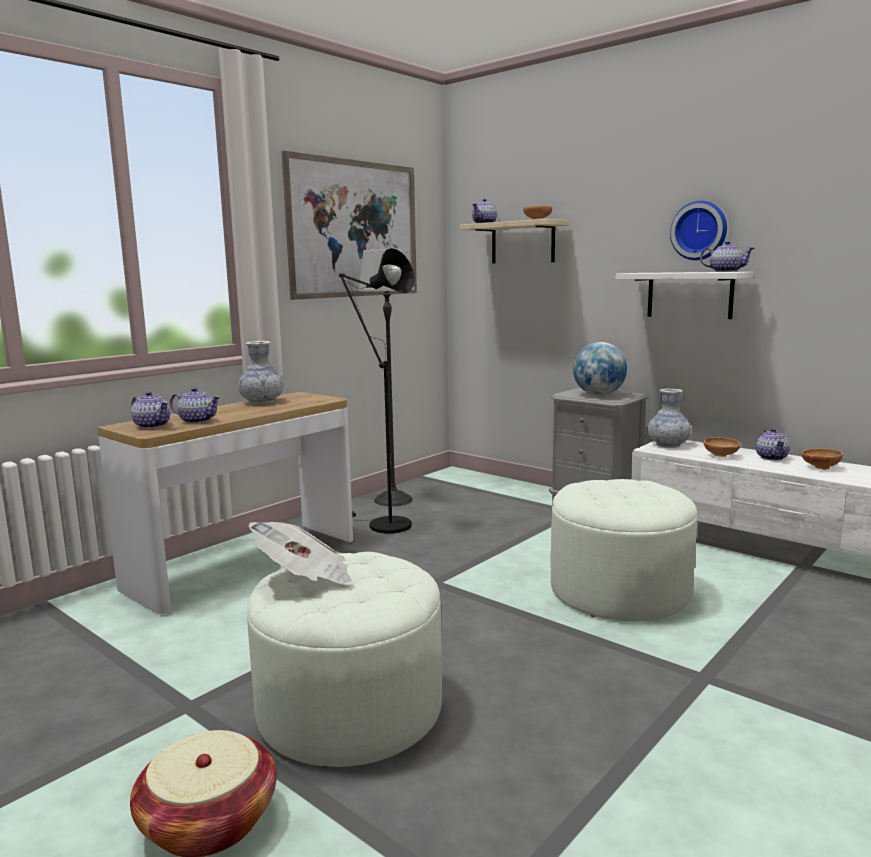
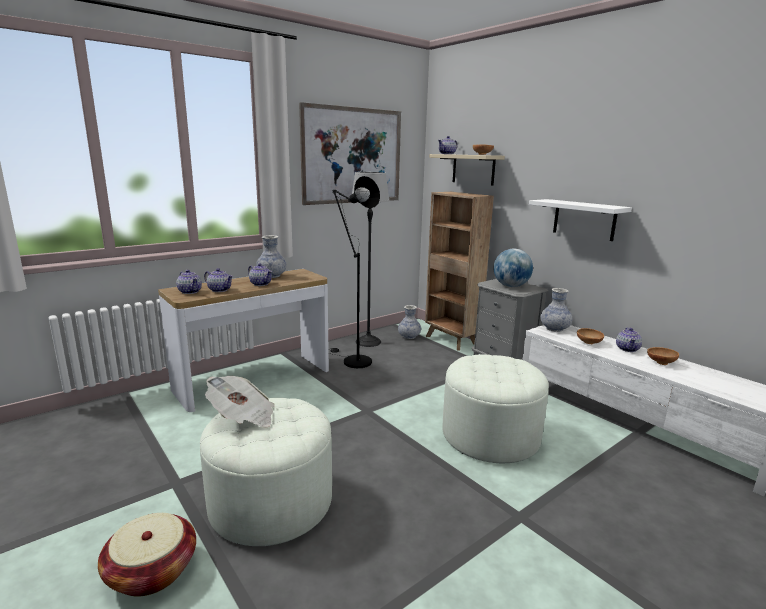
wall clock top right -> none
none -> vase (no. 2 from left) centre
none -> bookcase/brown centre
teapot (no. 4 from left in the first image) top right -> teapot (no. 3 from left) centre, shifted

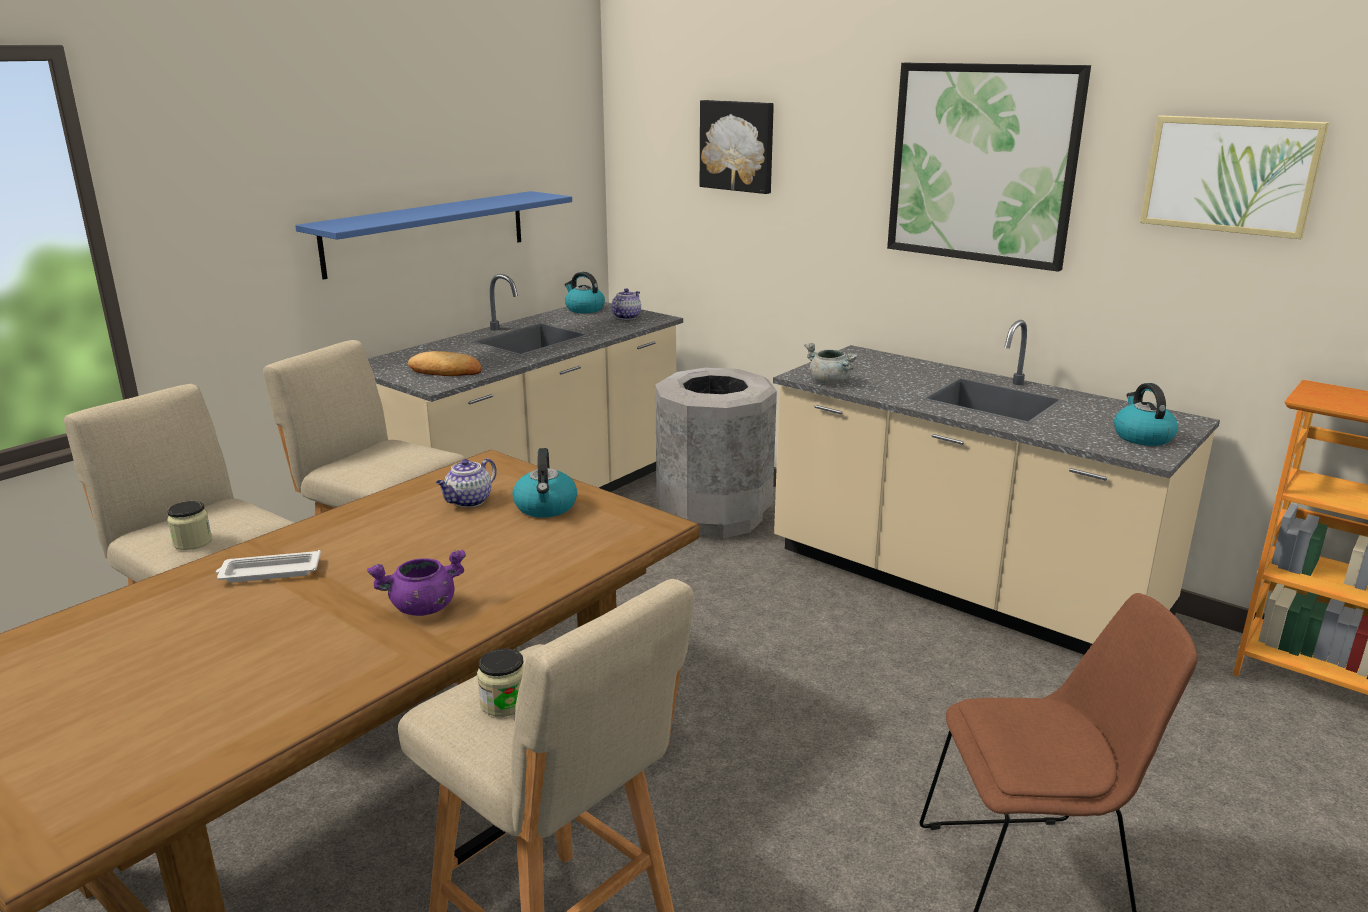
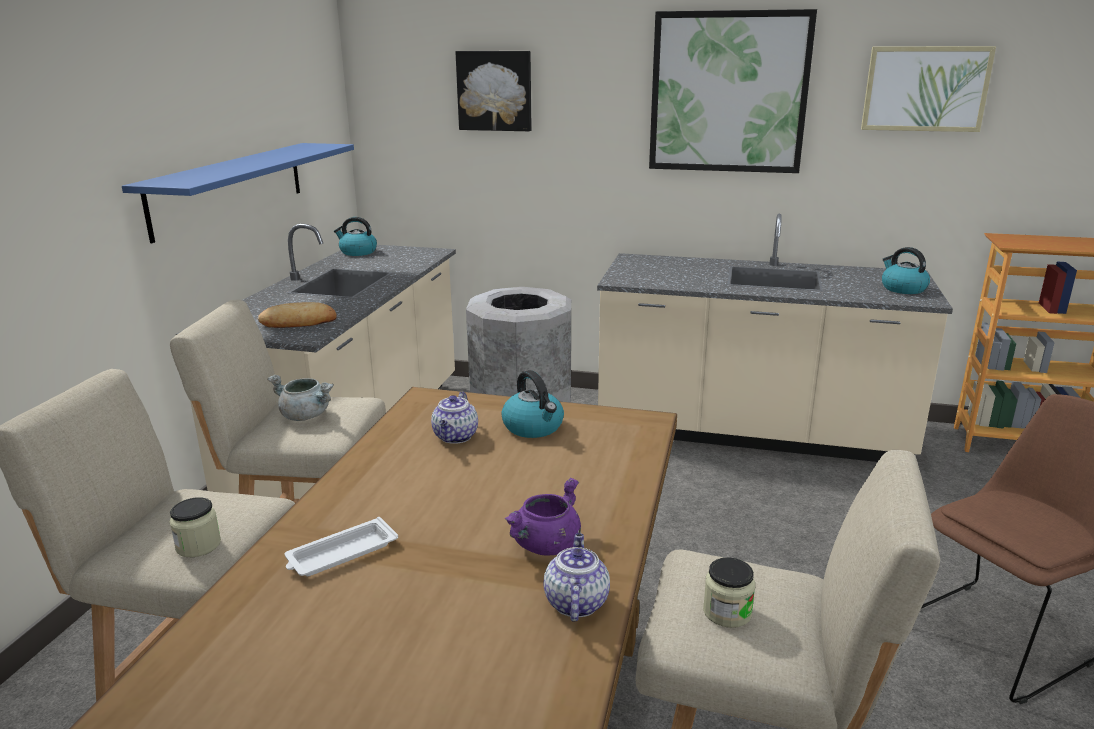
teapot (no. 2 from left) centre -> teapot (no. 2 from left) bottom centre, shifted
cooking pot/grey centre -> cooking pot/grey middle left, shifted

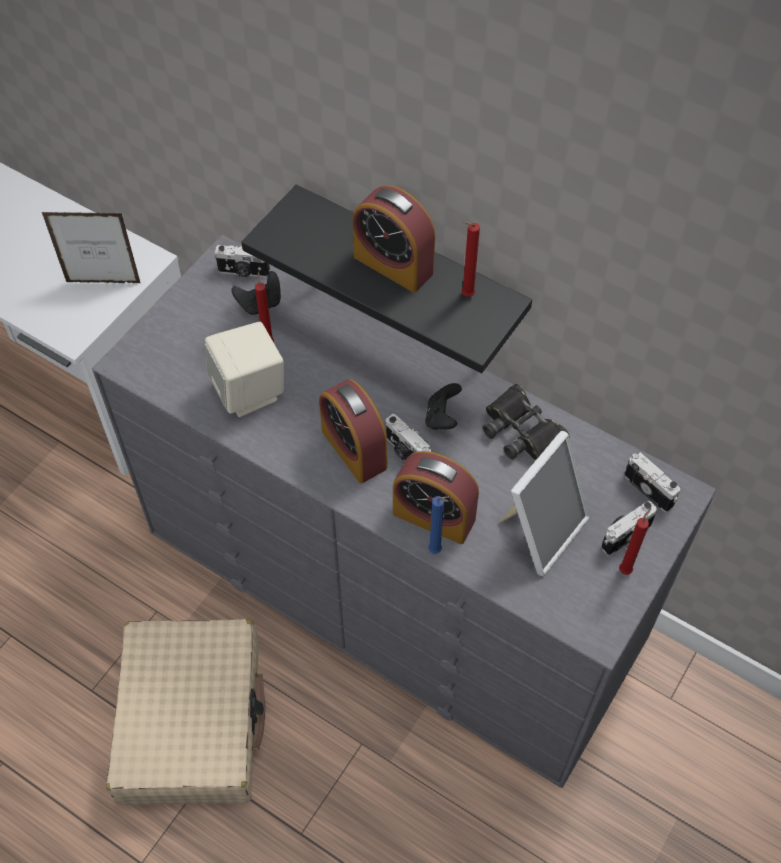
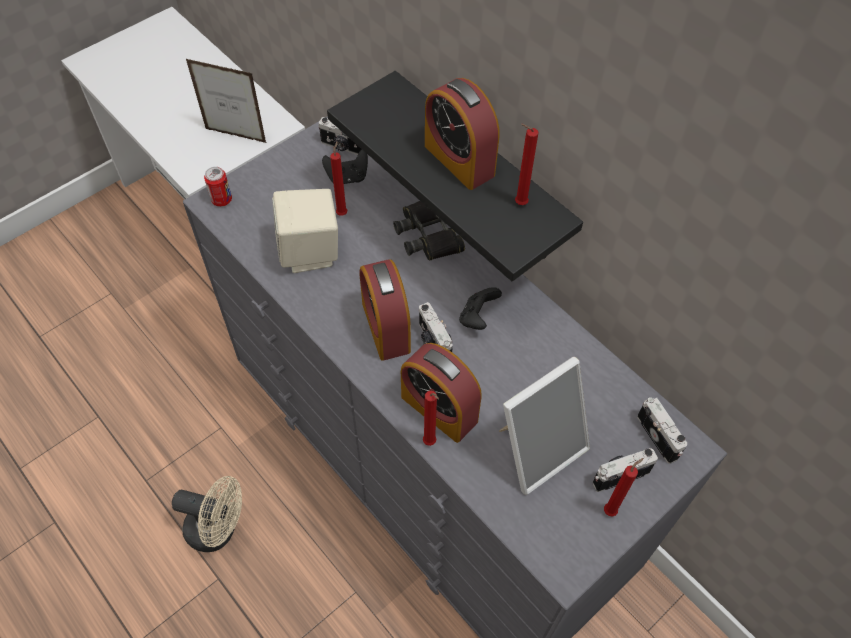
none -> can top left
binoculars/black middle right -> binoculars/black centre, shifted
suitcase/beige bottom left -> fan/beige bottom left
candle/blue centre -> candle/red (no. 2 from left) centre

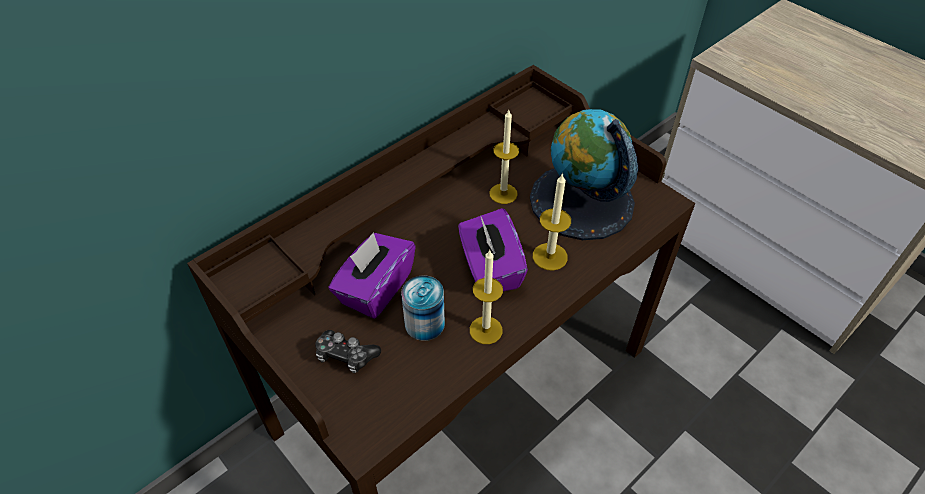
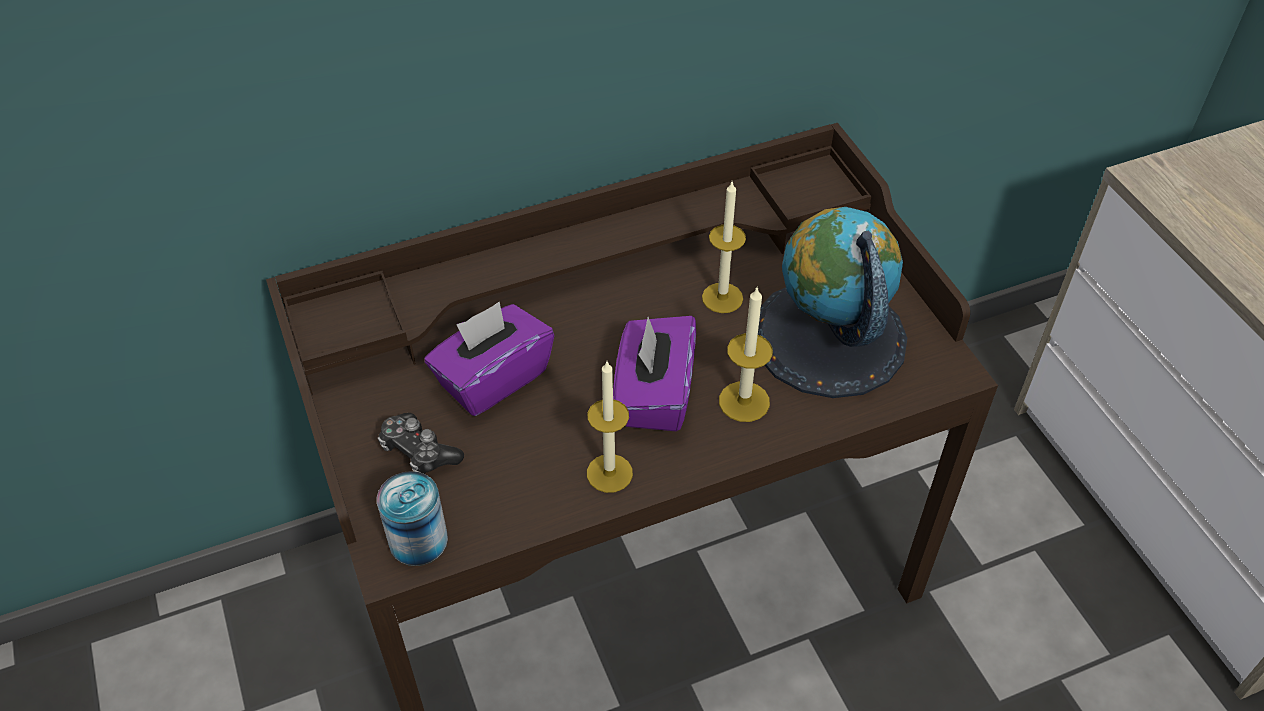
can centre -> can bottom left, shifted

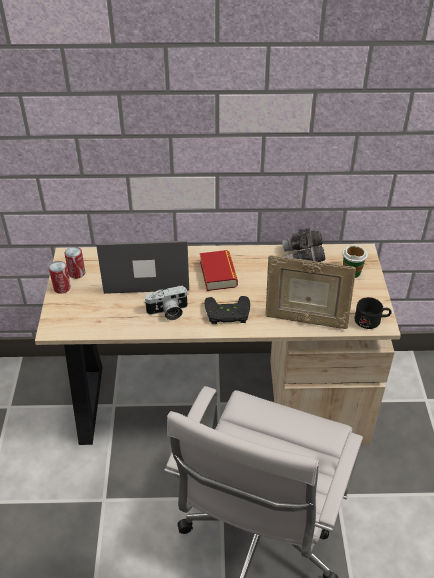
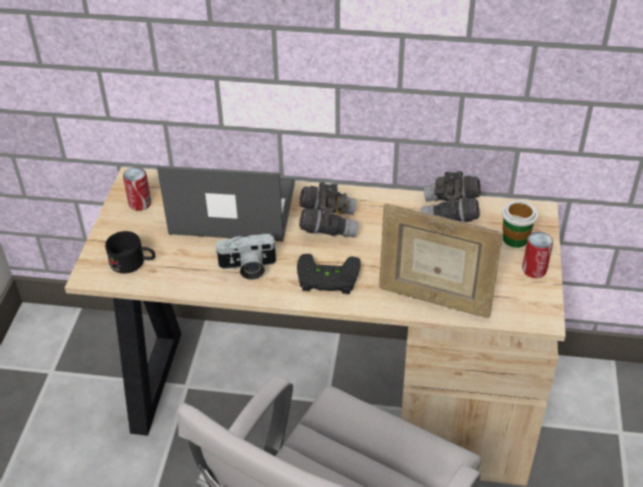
can (no. 1 from left in the first image) middle left -> can (no. 2 from left) middle right, shifted
mug/black middle right -> mug/black middle left, shifted
book centre -> binoculars/grey (no. 1 from left) centre

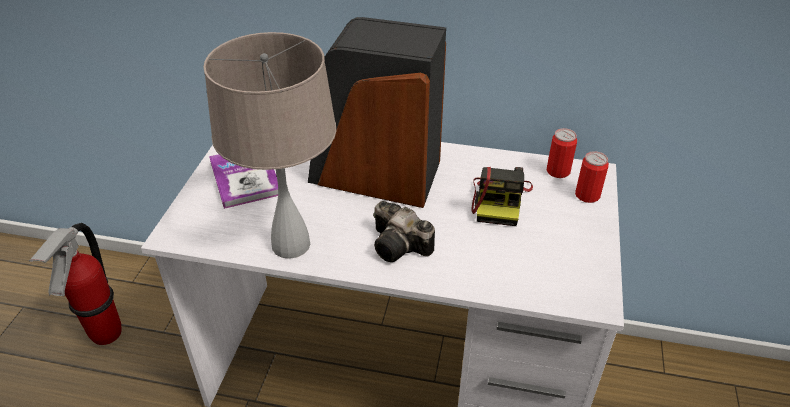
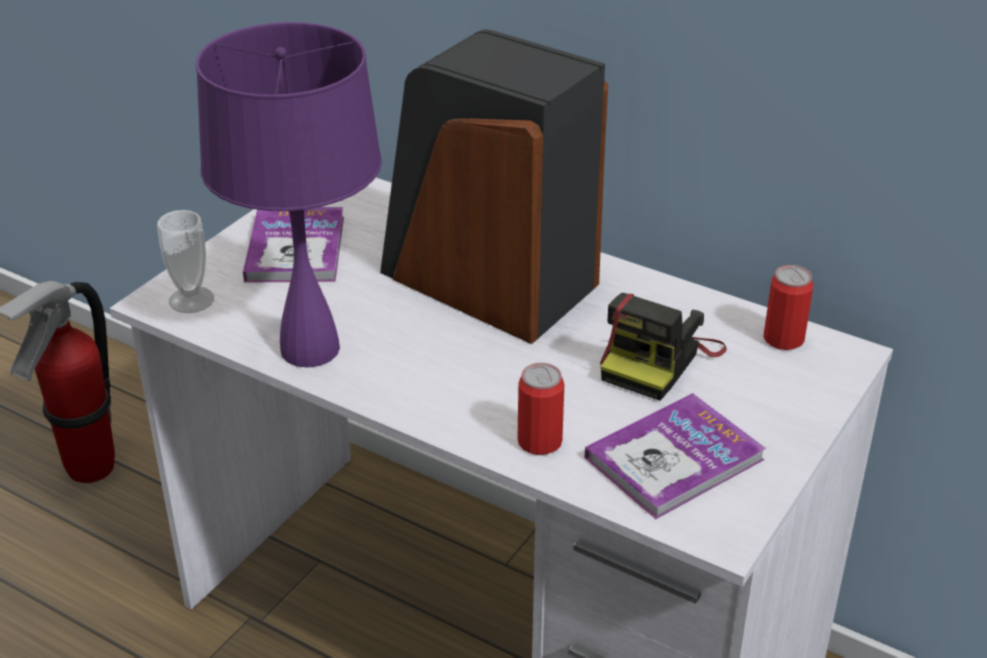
photo camera (no. 1 from left) centre -> none
none -> cup middle left
none -> book (no. 2 from left) bottom right
can (no. 2 from left in the first image) middle right -> can (no. 1 from left) centre, shifted
table lamp/beige centre -> table lamp/purple top left

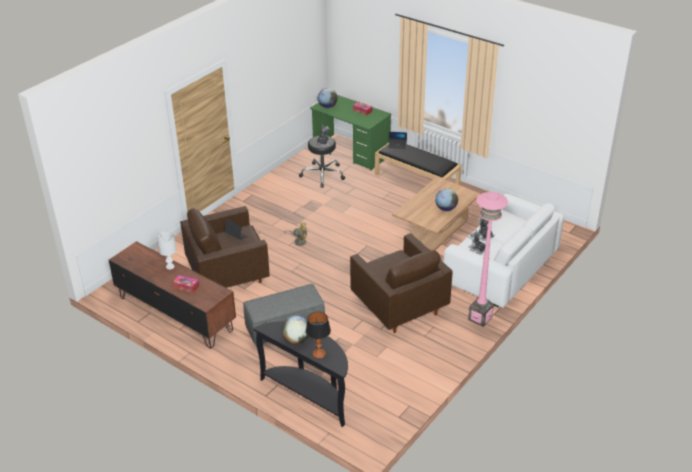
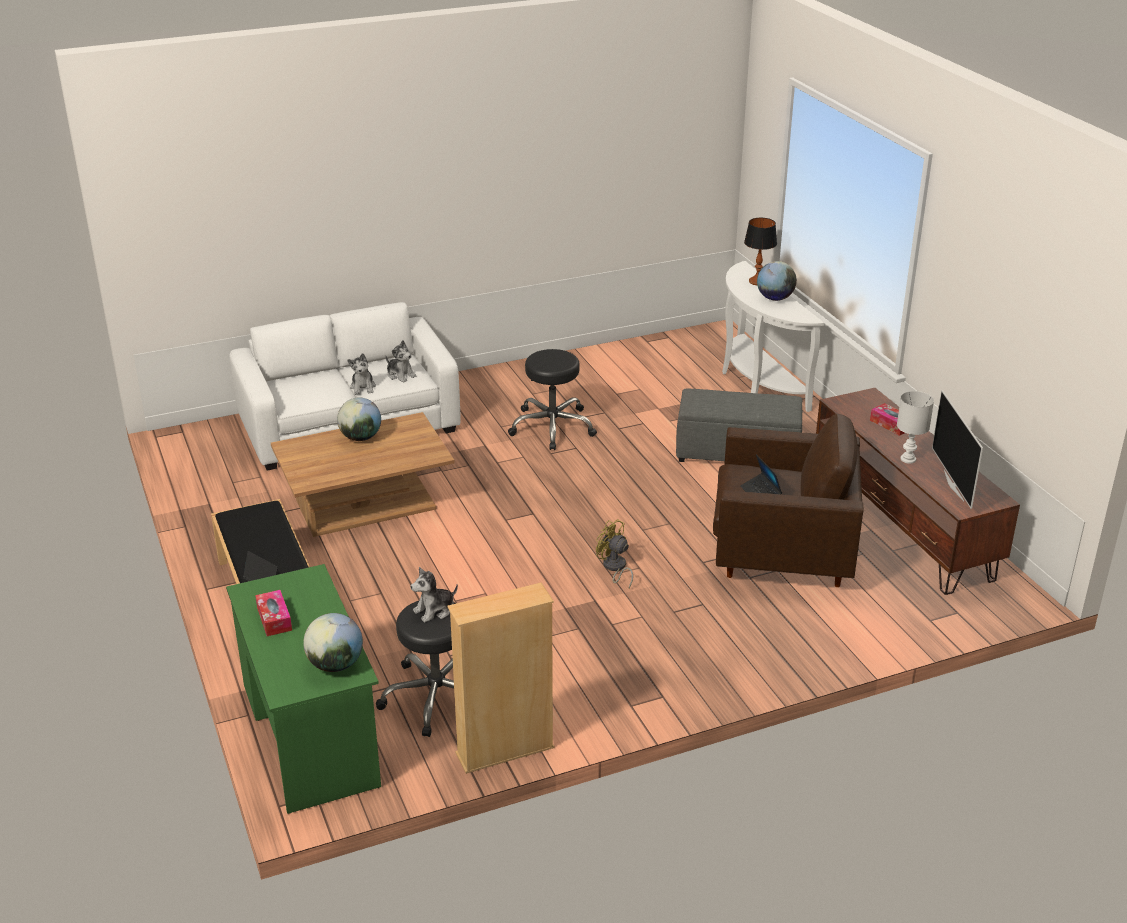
floor lamp/pink middle right -> none
none -> bookcase/beige bottom centre
none -> television middle right
armchair/brown (no. 2 from left) centre -> stool/black (no. 2 from left) centre
console table/black bottom centre -> console table/white middle right

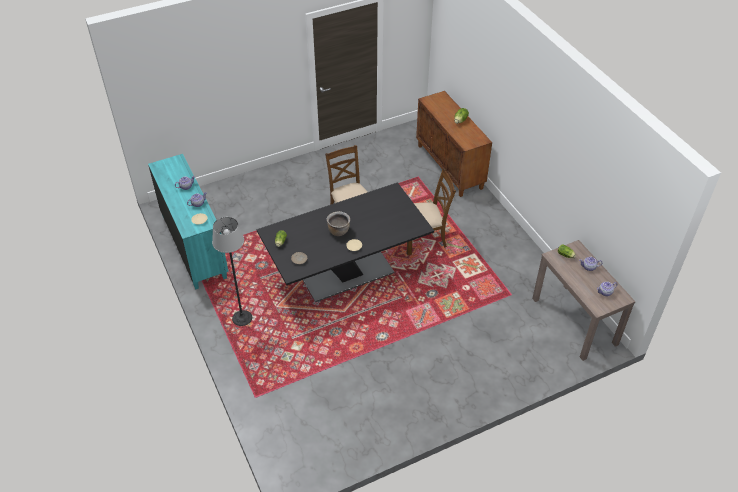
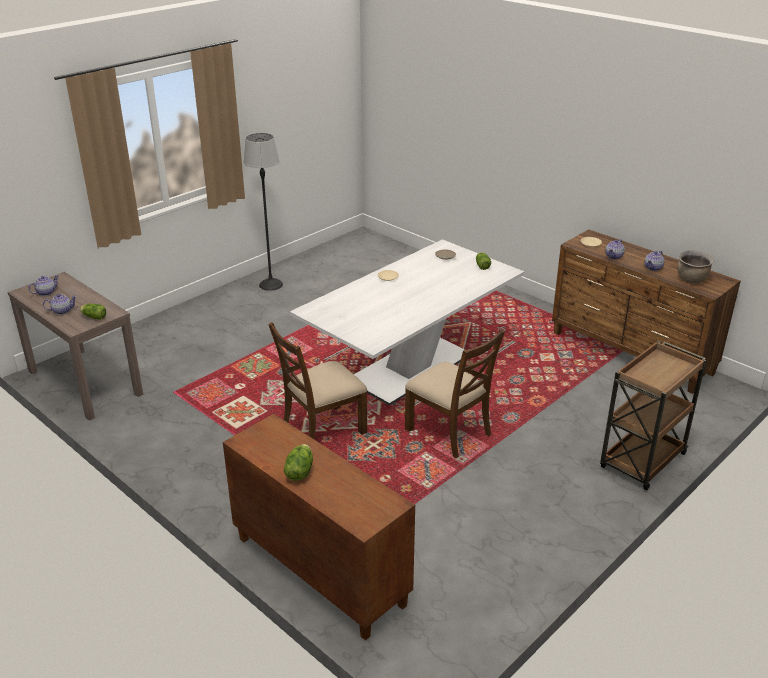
none -> cart/brown middle right
floor lamp middle left -> floor lamp top centre, shifted
cooking pot/brown centre -> cooking pot/brown middle right, shifted
dresser/turquoise middle left -> dresser/brown middle right
dining table/black centre -> dining table/white centre

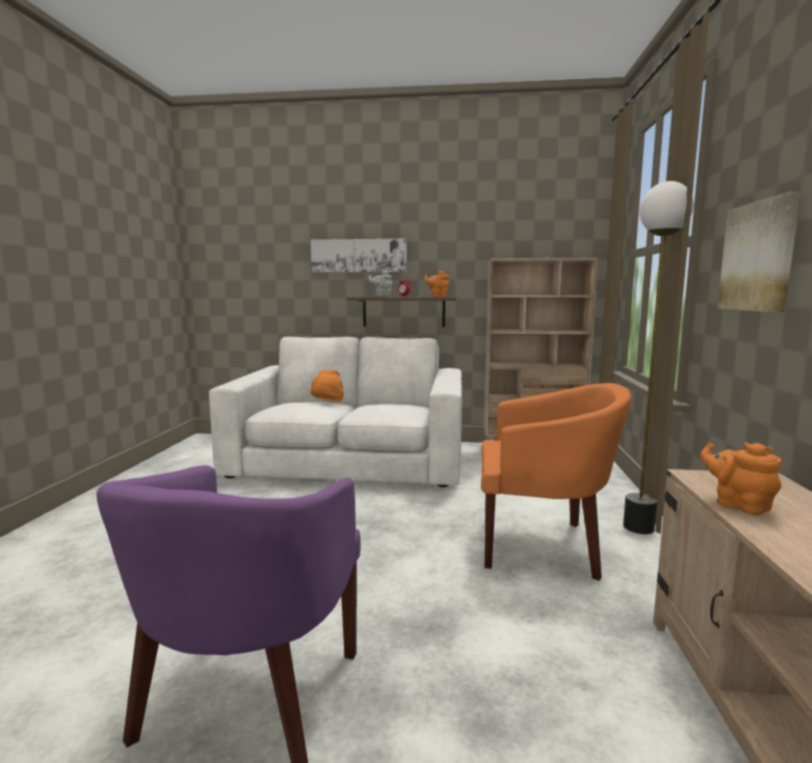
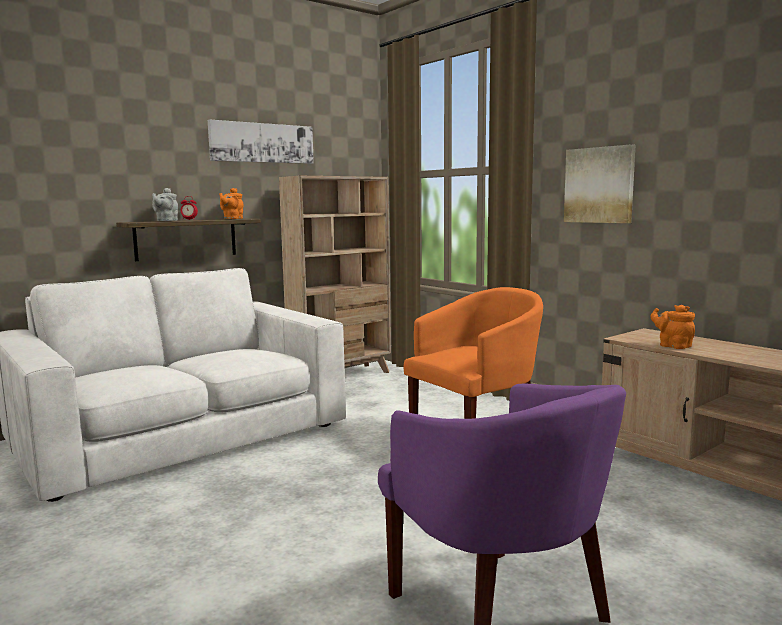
hat/orange centre -> none
floor lamp middle right -> none
picture (no. 1 from left) centre -> picture (no. 1 from left) top centre, shifted
teapot/orange (no. 2 from left) middle right, 45 degrees clockwise

